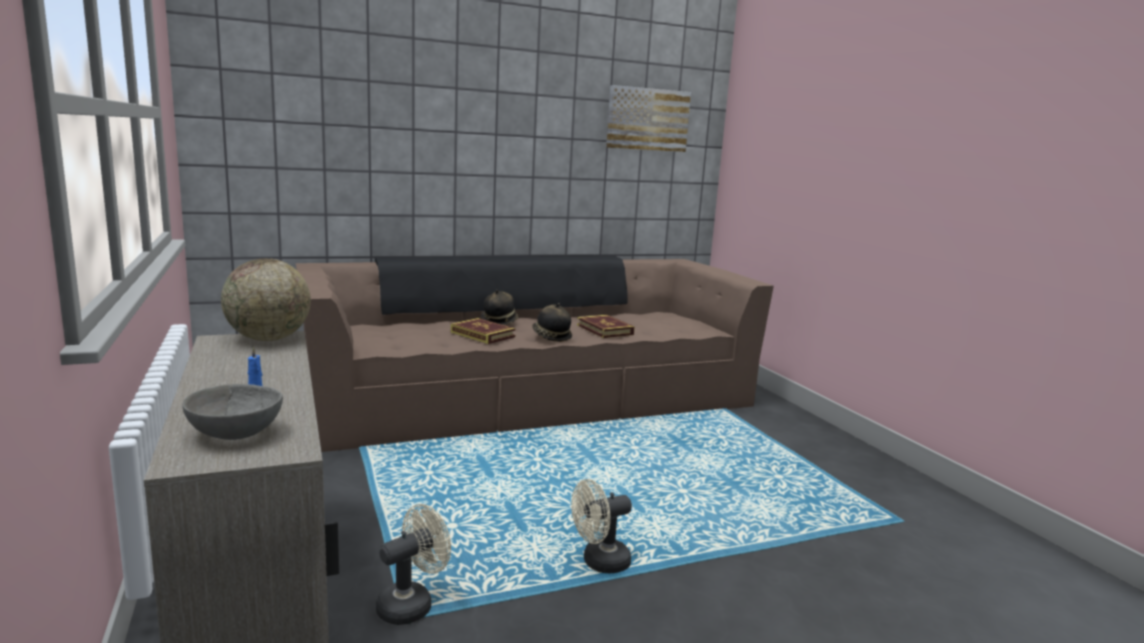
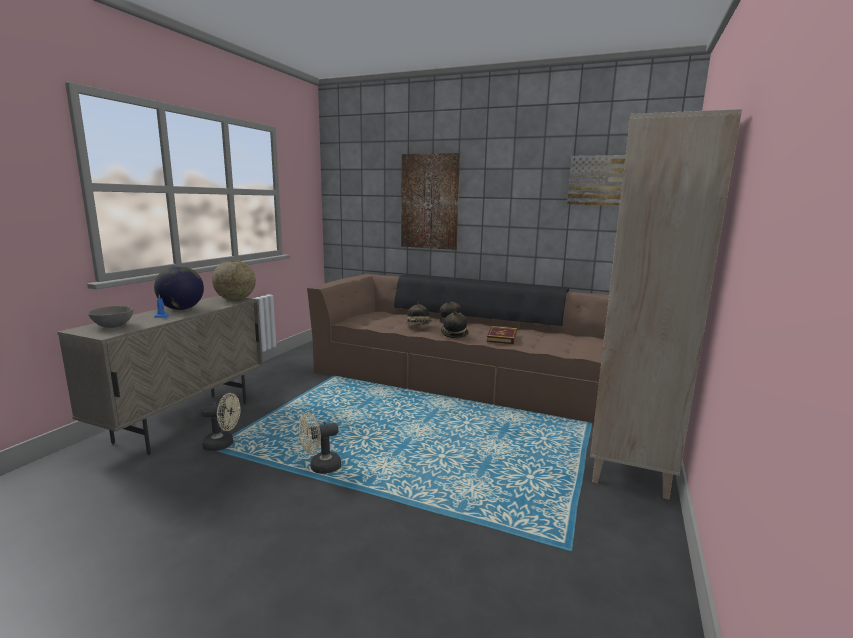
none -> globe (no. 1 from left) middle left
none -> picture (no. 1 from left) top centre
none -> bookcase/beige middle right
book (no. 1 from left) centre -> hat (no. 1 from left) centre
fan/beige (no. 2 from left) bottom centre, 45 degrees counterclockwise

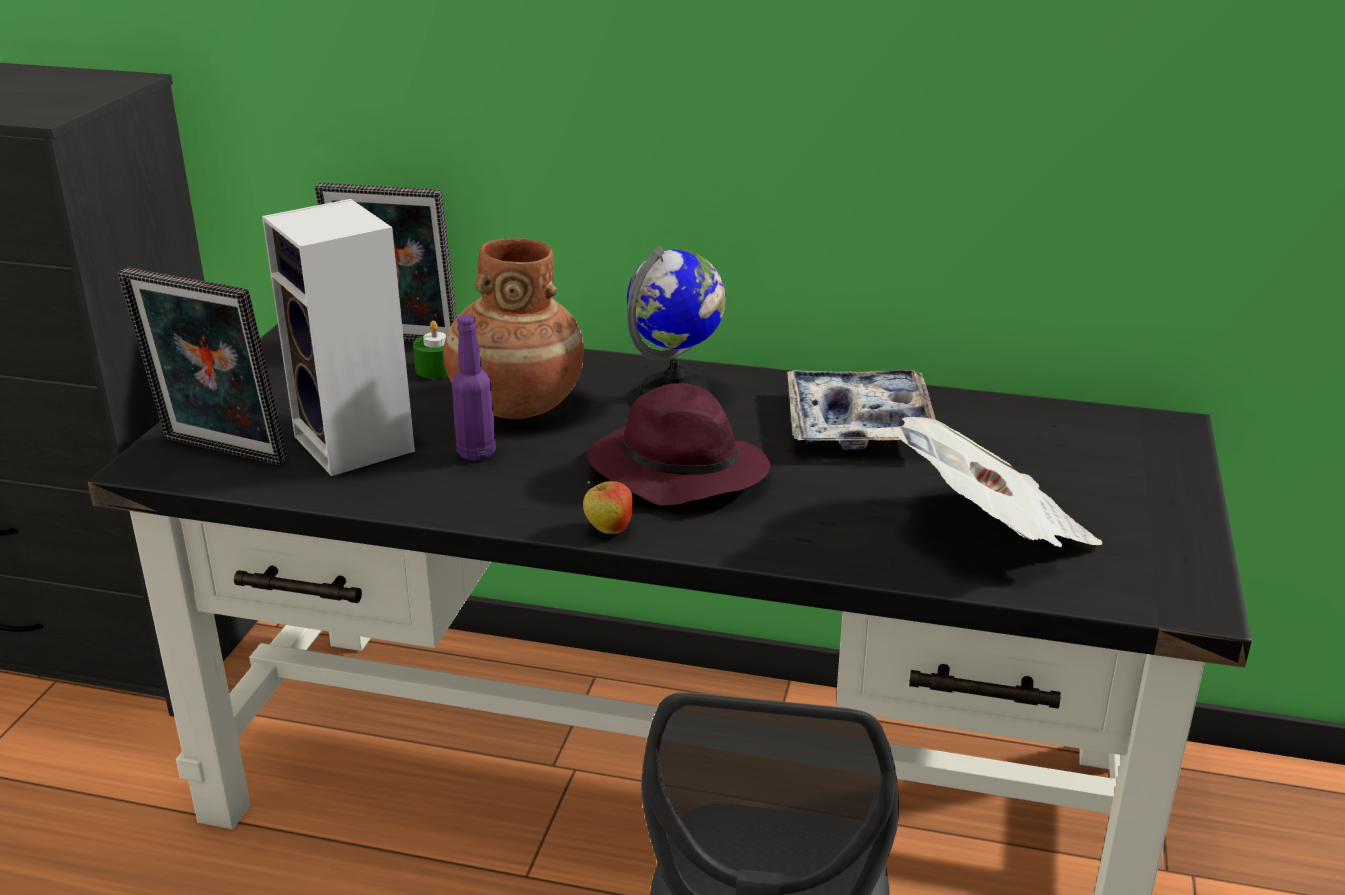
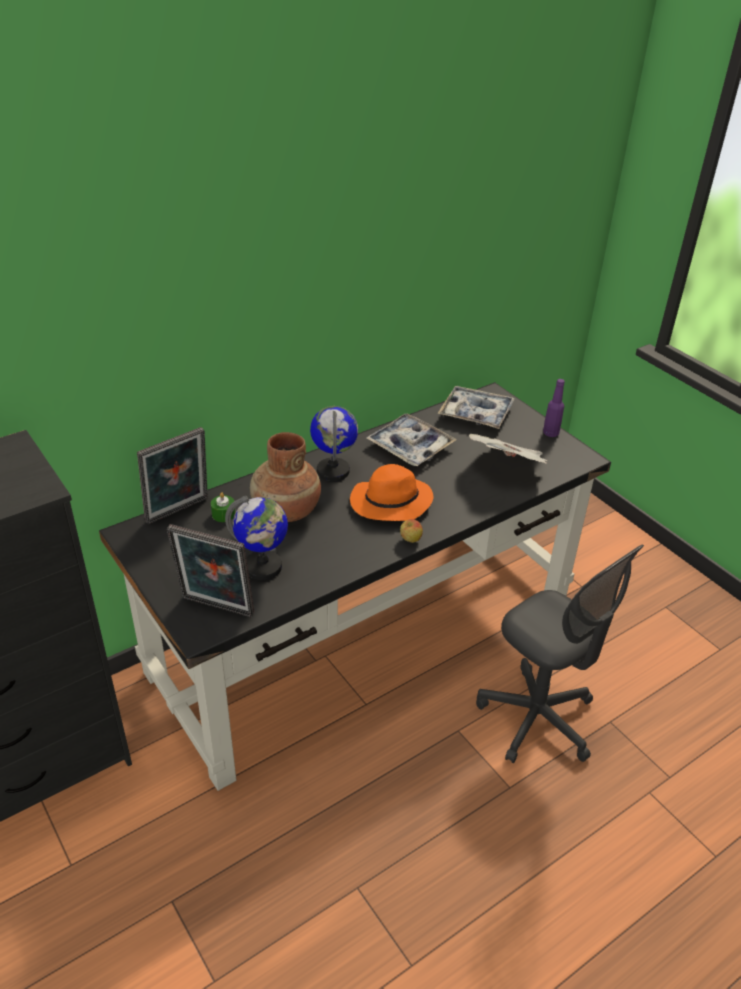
none -> tray (no. 2 from left) centre
bottle/purple centre -> bottle/purple middle right, shifted
speaker middle left -> globe (no. 1 from left) centre
hat/purple centre -> hat/orange centre
picture frame (no. 1 from left in the first image) middle left -> picture frame (no. 2 from left) middle left, 45 degrees clockwise

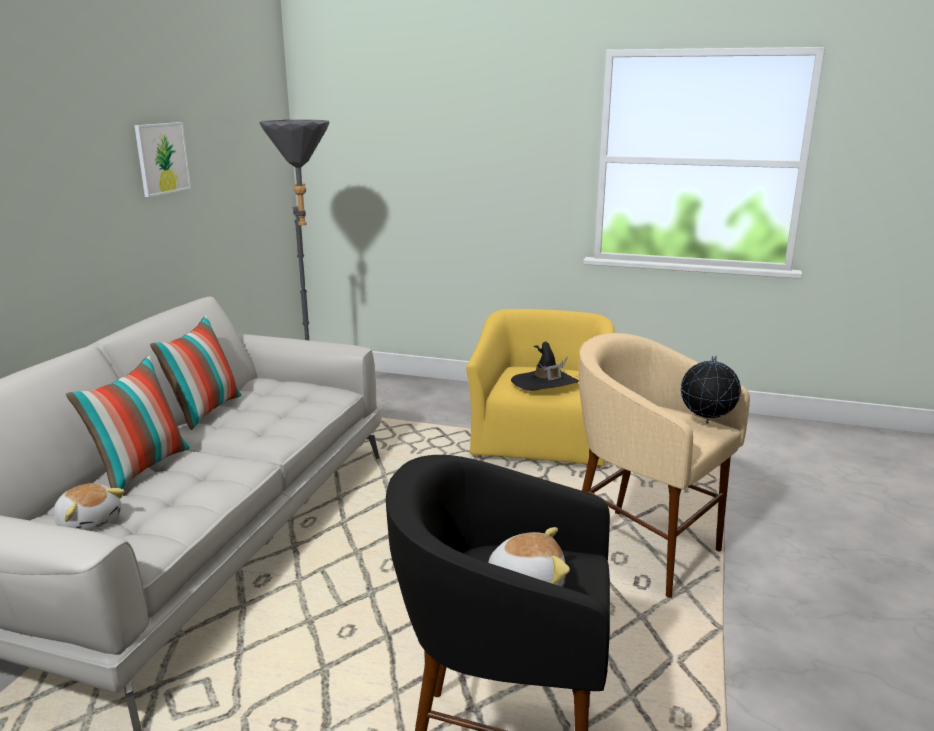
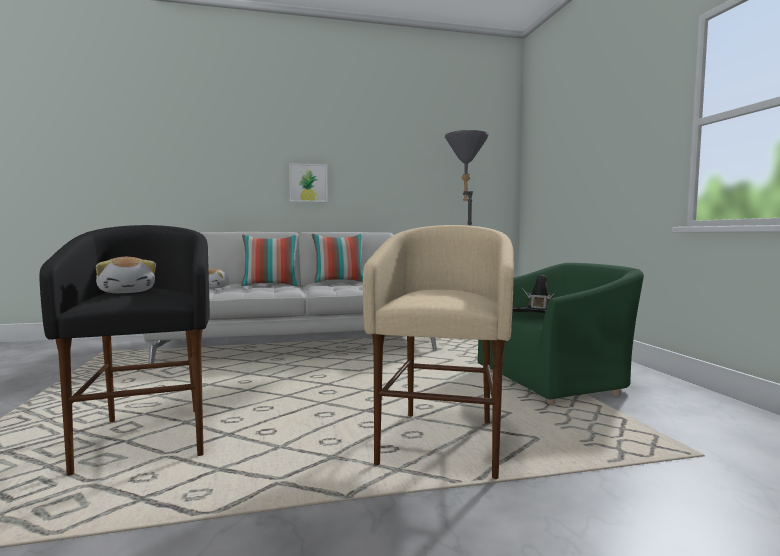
globe middle right -> none
picture top left -> picture top centre, shifted
armchair/yellow centre -> armchair/green middle right

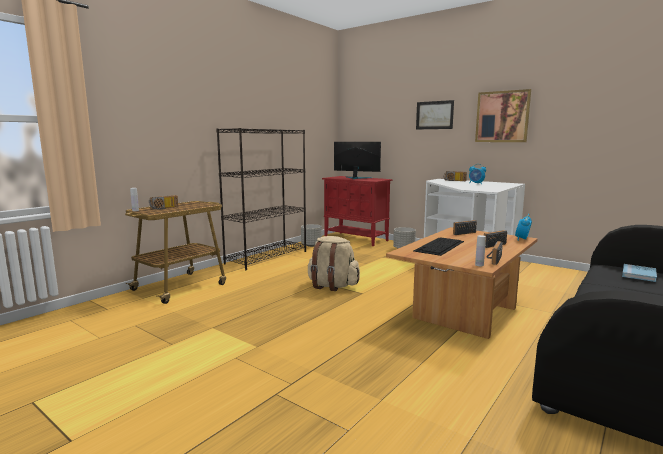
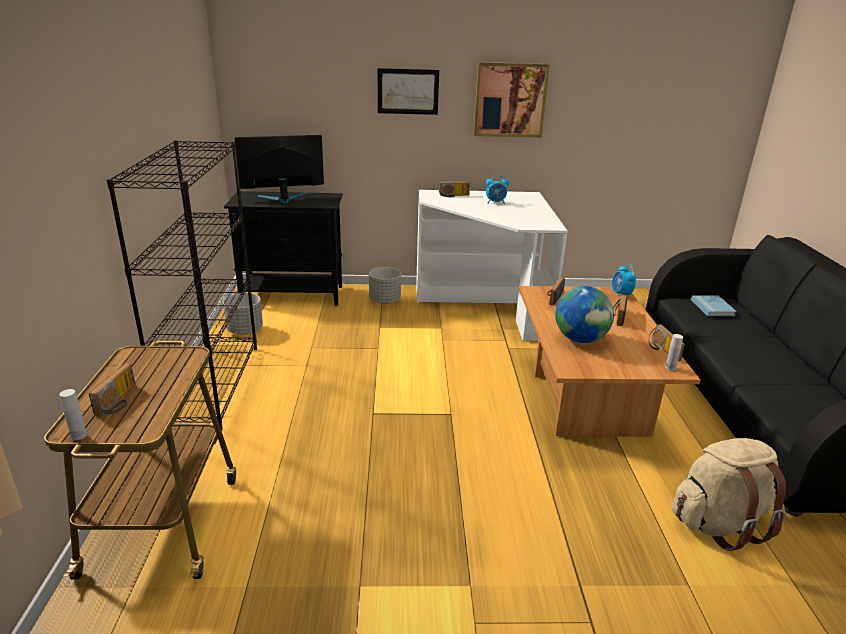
backpack/beige centre -> backpack/beige bottom right, shifted
keyboard centre -> globe middle right
cabinet/red centre -> cabinet/black centre

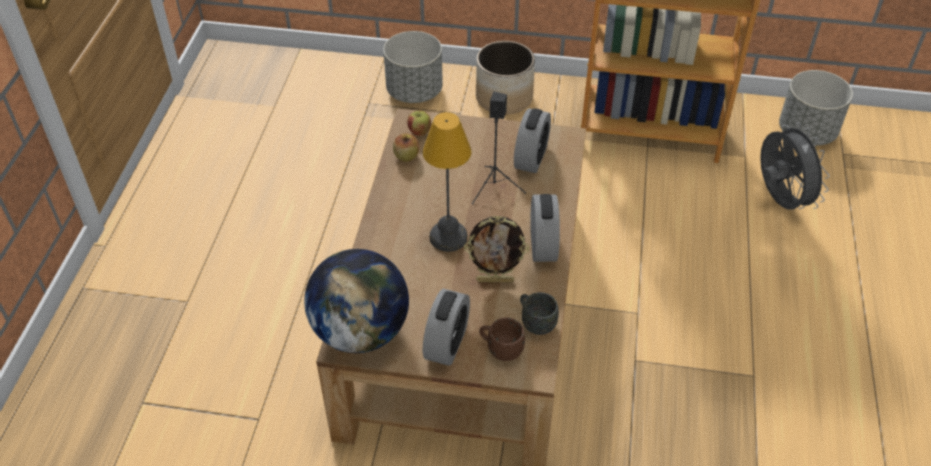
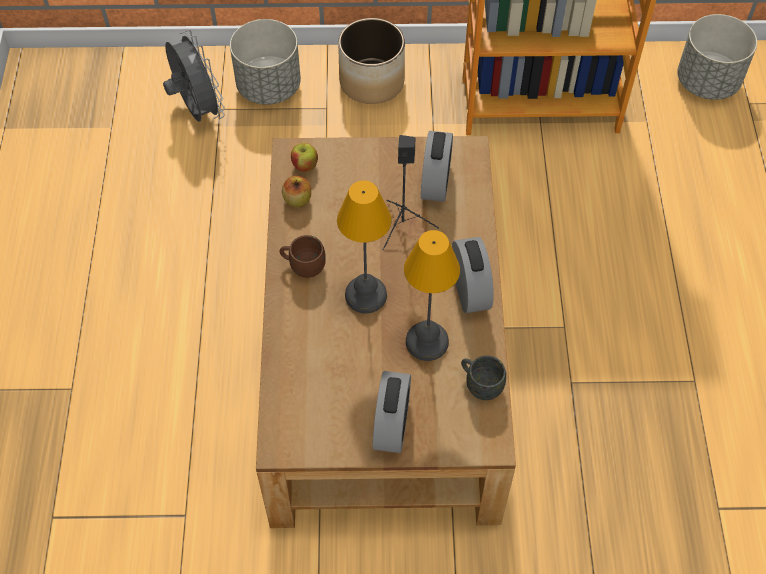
globe centre -> none
mug/brown bottom centre -> mug/brown centre, shifted
fan/grey middle right -> fan/grey top left, shifted
picture frame centre -> table lamp (no. 2 from left) centre

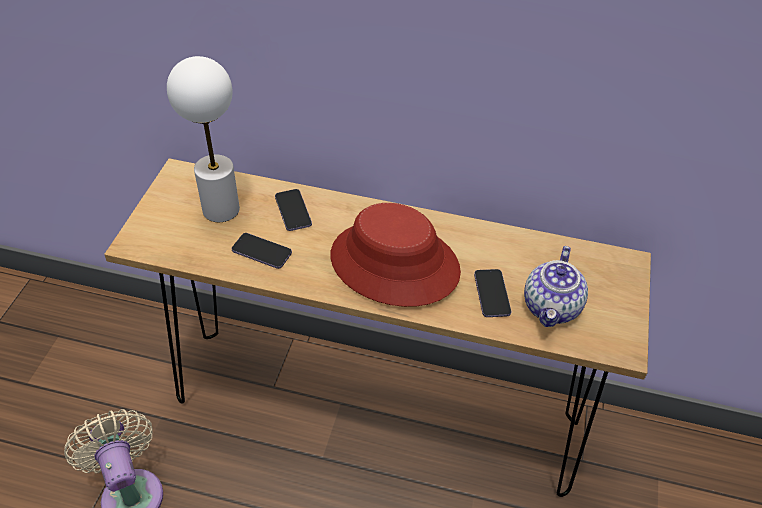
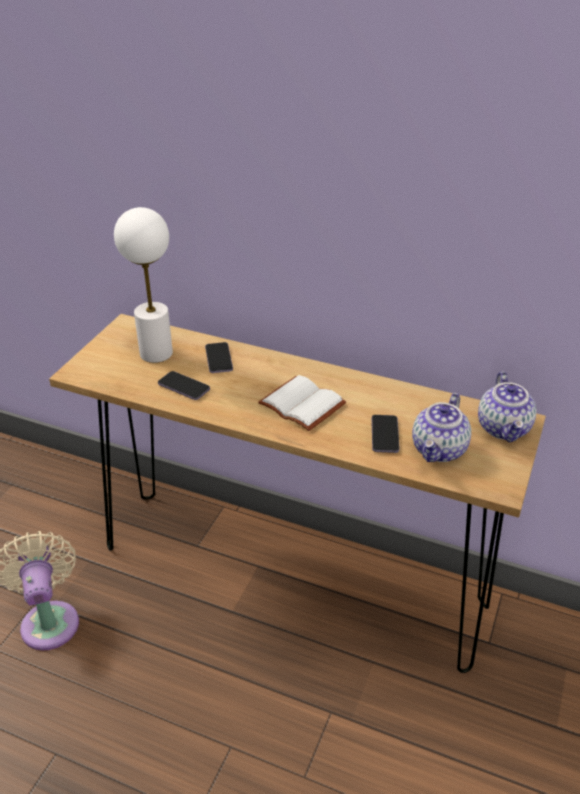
none -> teapot (no. 2 from left) middle right
hat/red centre -> book/white centre

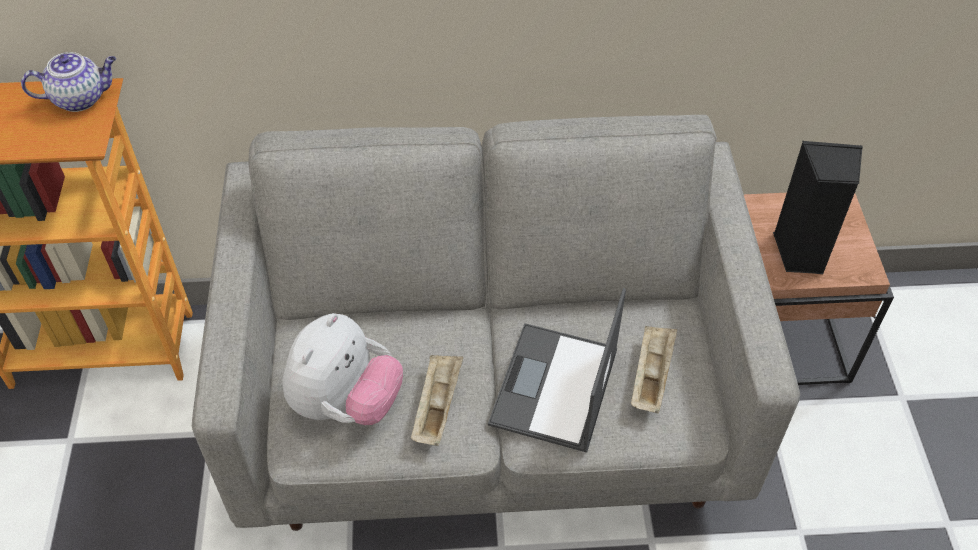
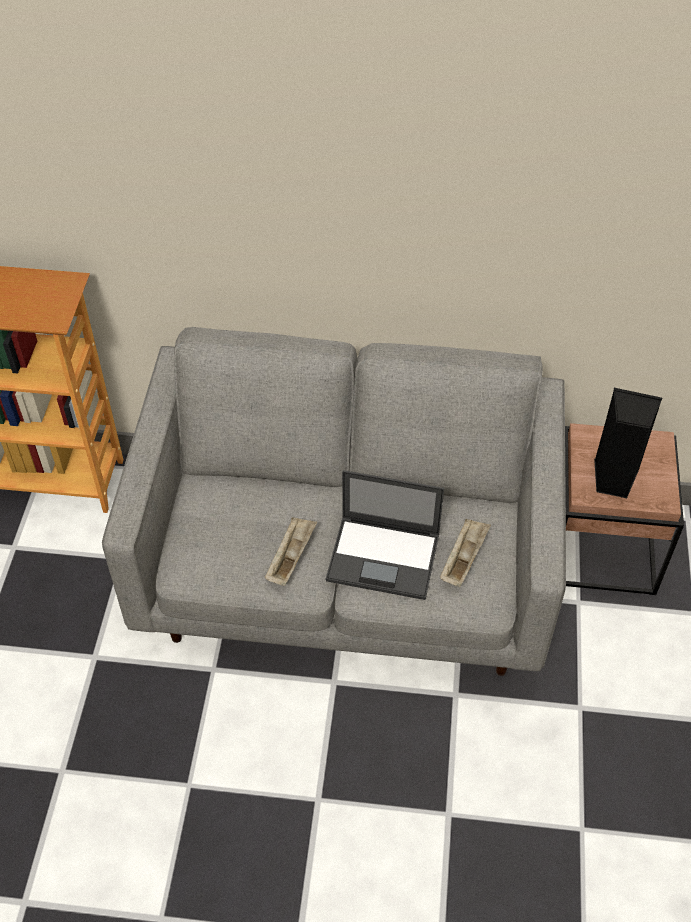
teapot top left -> none
plush toy bottom centre -> none
laptop bottom centre -> laptop centre, 105 degrees counterclockwise

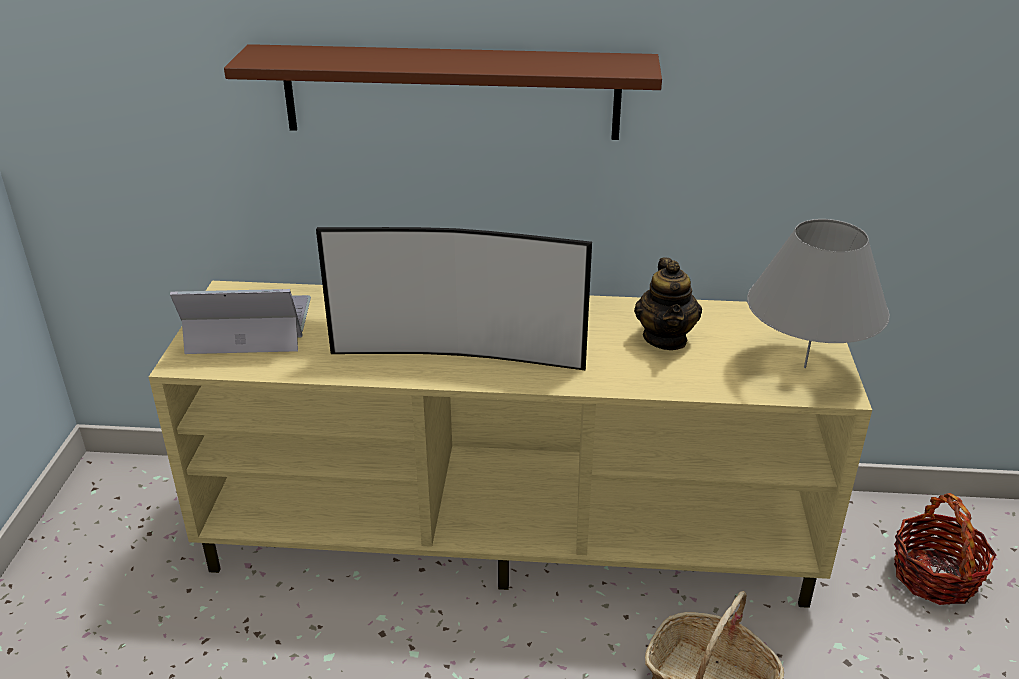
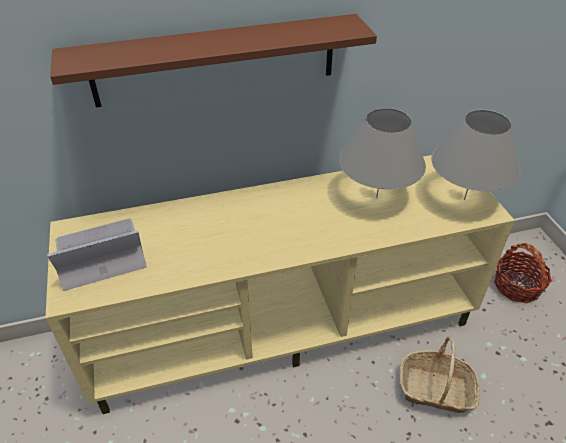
television centre -> none
teapot centre -> table lamp/grey (no. 1 from left) middle right

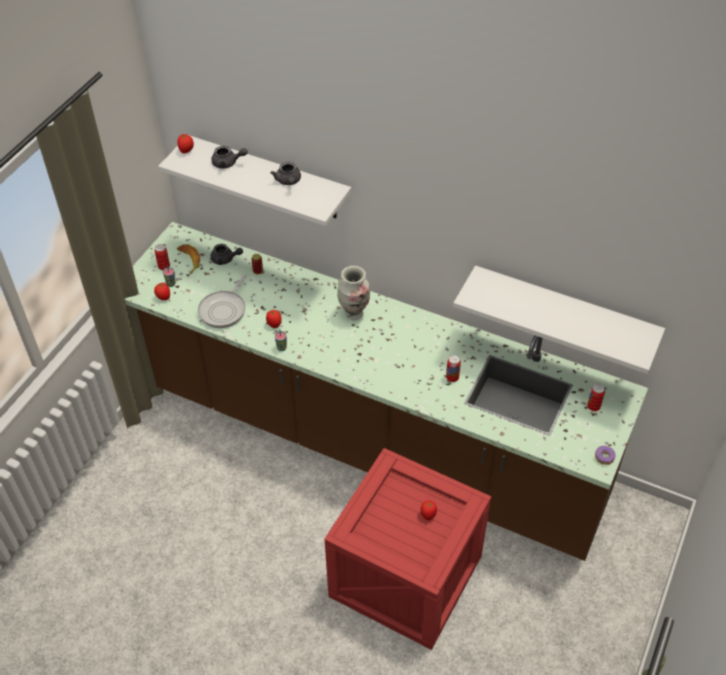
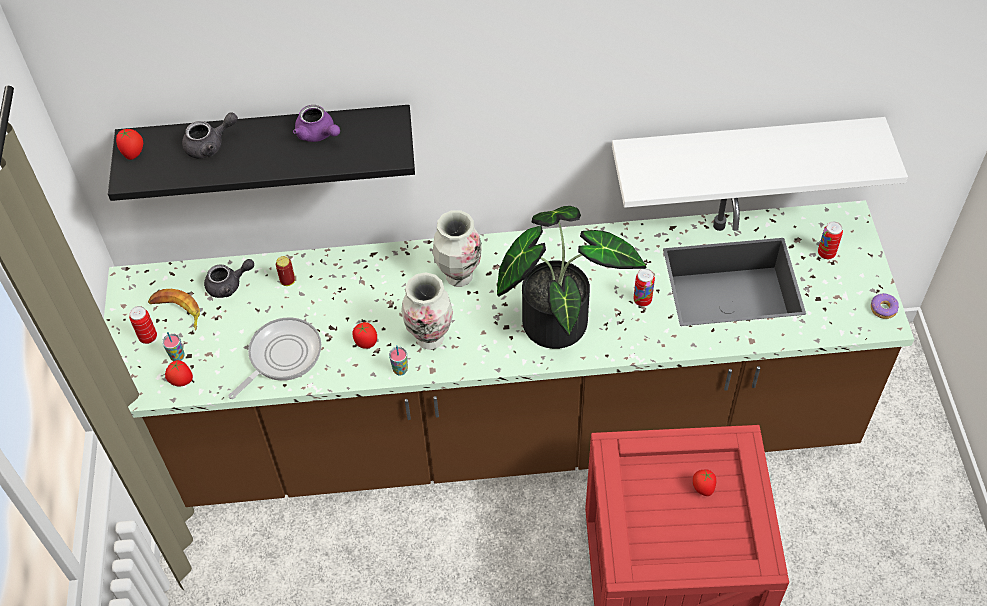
none -> vase (no. 1 from left) centre
none -> potted plant centre
shelf/white (no. 1 from left) top centre -> shelf/black top left
teapot/grey (no. 3 from left) top centre -> teapot/purple top left
frying pan middle left, 135 degrees counterclockwise

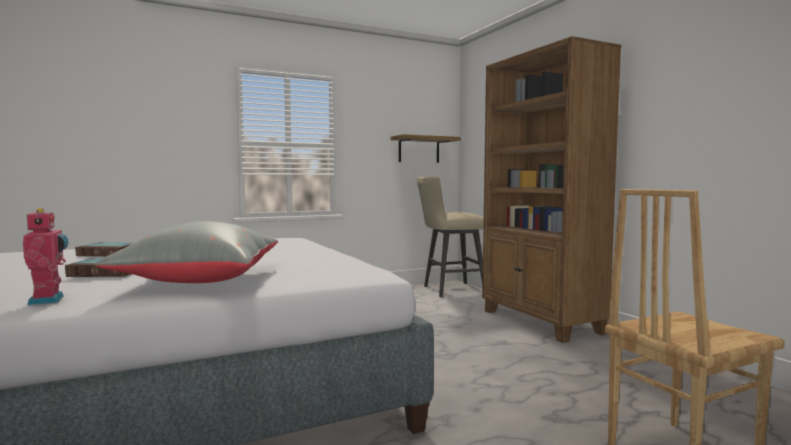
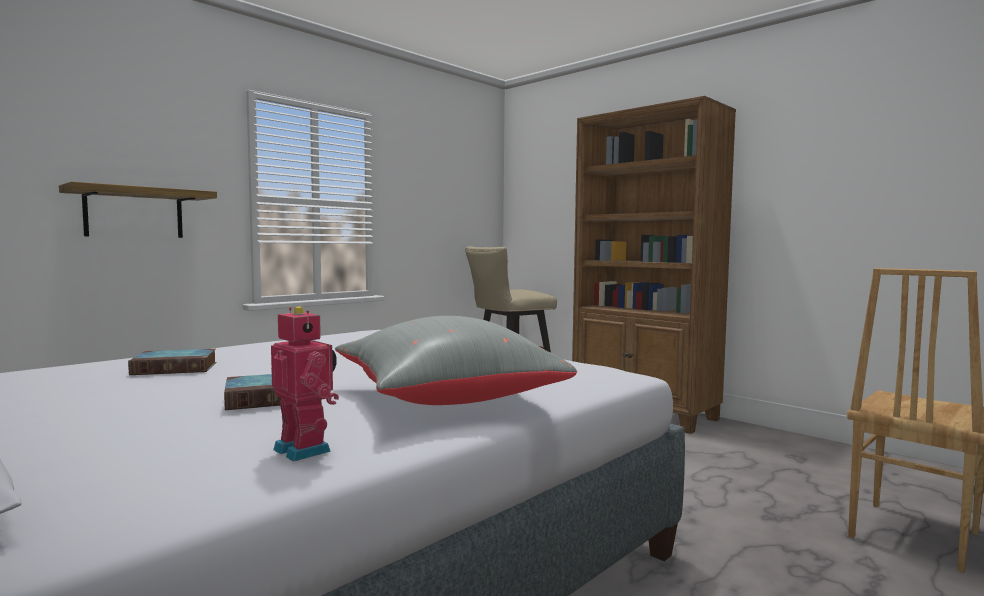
shelf top centre -> shelf middle left, shifted

